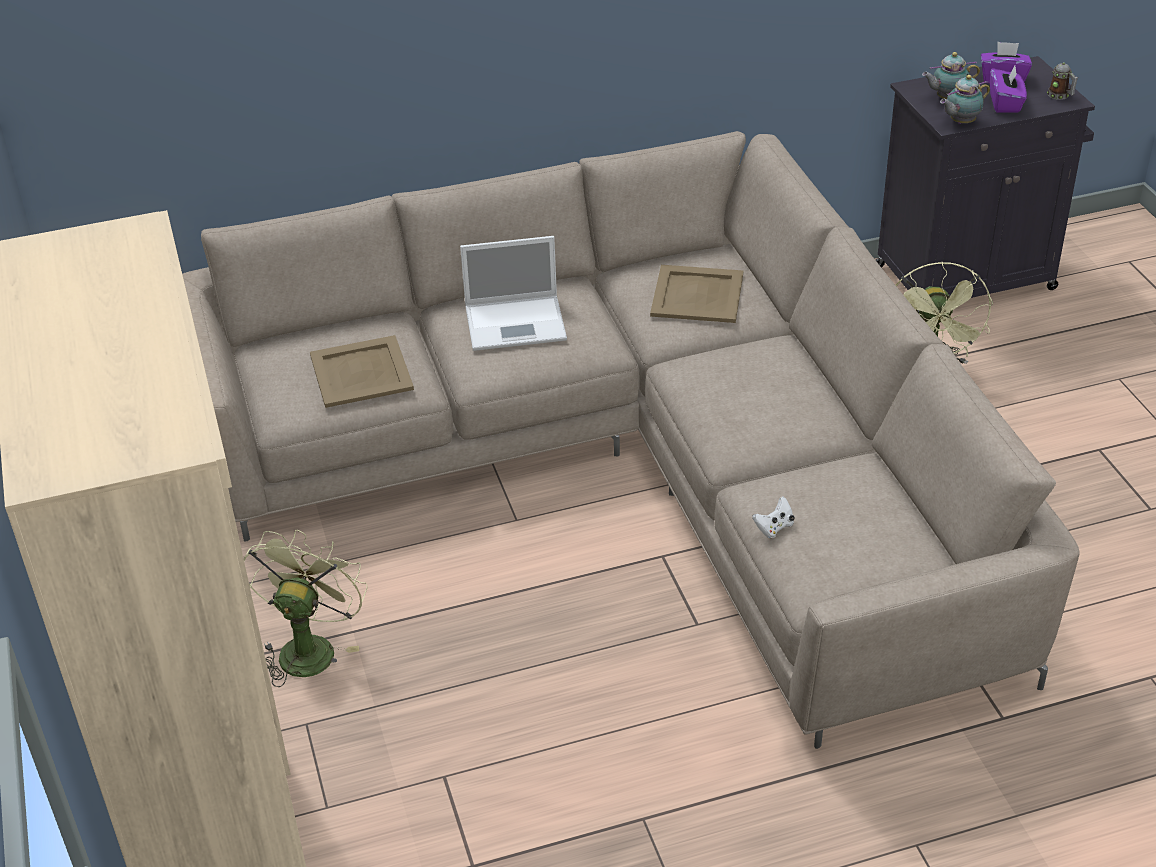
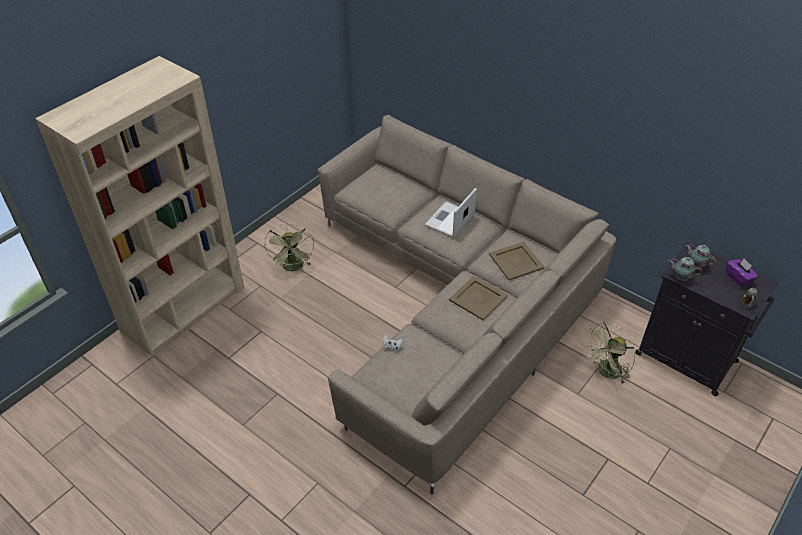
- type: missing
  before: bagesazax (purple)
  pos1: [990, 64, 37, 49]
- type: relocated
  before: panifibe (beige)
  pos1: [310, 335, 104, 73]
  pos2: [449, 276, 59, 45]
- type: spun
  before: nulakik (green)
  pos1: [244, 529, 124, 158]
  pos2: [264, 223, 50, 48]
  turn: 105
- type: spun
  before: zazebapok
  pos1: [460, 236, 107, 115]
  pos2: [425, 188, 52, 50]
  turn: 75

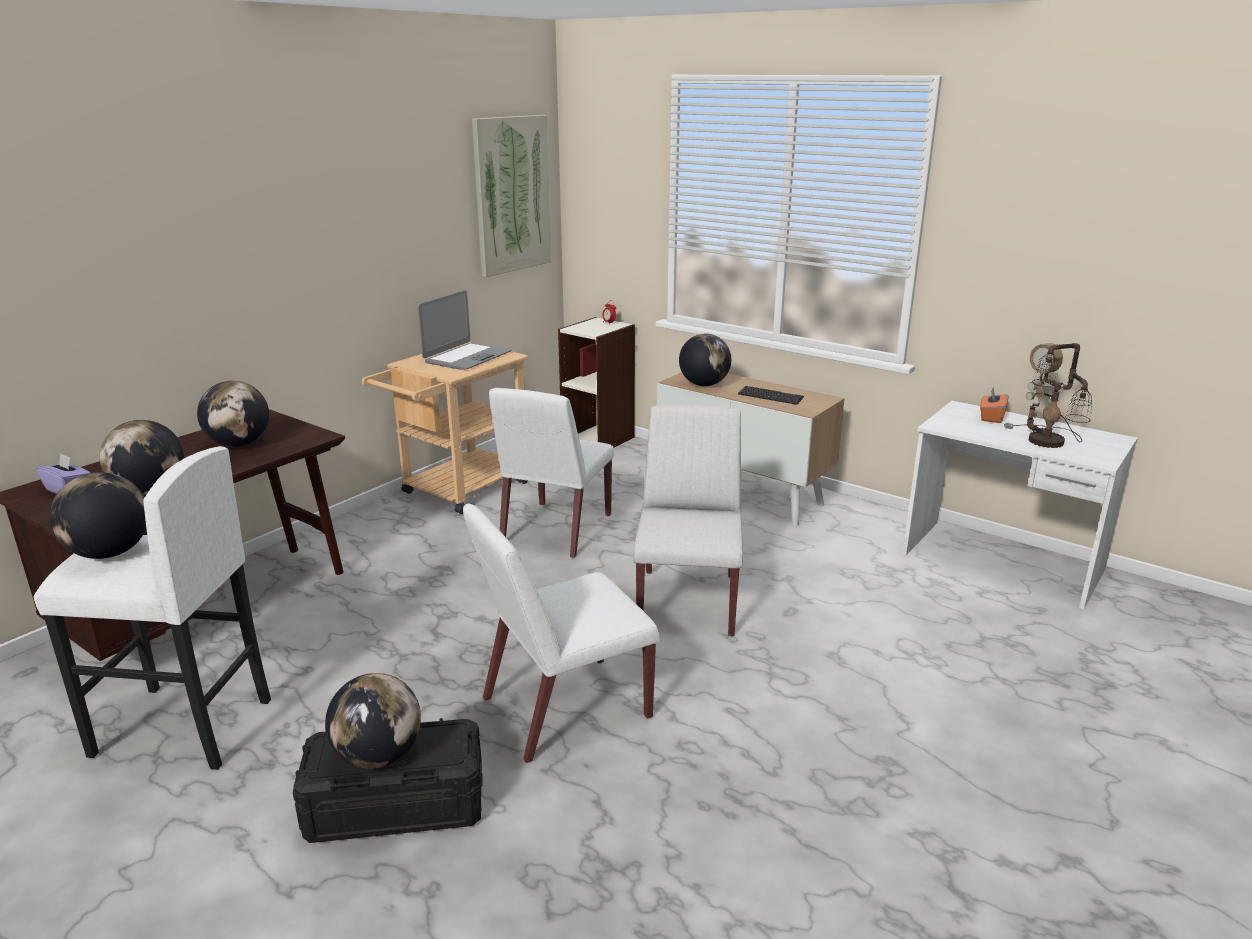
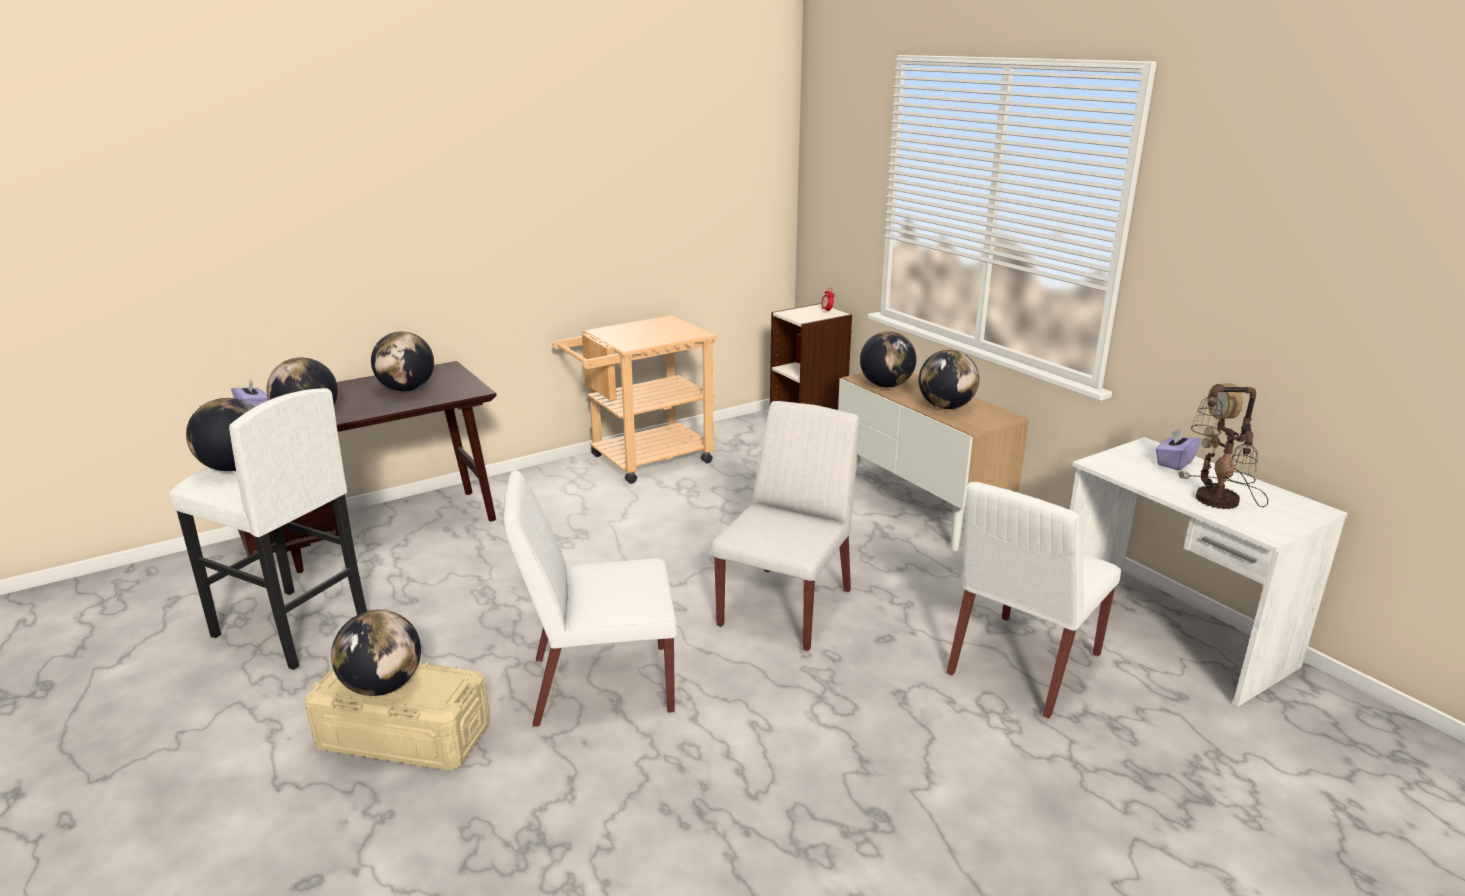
- type: missing
  before: zazebapok
  pos1: [418, 290, 93, 80]
- type: missing
  before: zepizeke
  pos1: [472, 115, 79, 162]
- type: relocated
  before: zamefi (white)
  pos1: [489, 388, 125, 170]
  pos2: [946, 482, 175, 236]
- type: exchanged
  before: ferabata
  after: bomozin
  pos1: [738, 386, 66, 19]
  pos2: [919, 350, 60, 59]
- type: colour
  before: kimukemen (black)
  after: kimukemen (beige)
  pos1: [293, 718, 189, 125]
  pos2: [305, 662, 185, 108]
- type: colour
  before: bagesazax (orange)
  after: bagesazax (purple)
  pos1: [980, 387, 29, 36]
  pos2: [1156, 427, 45, 44]

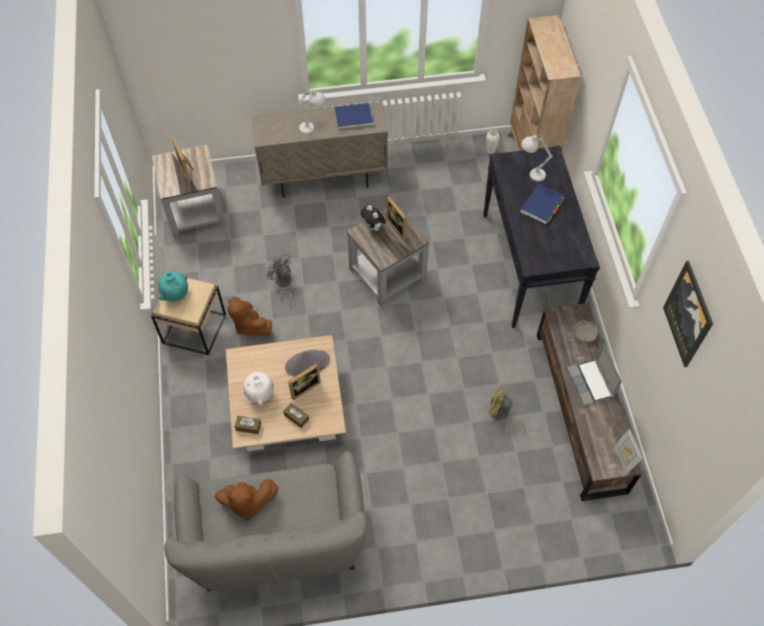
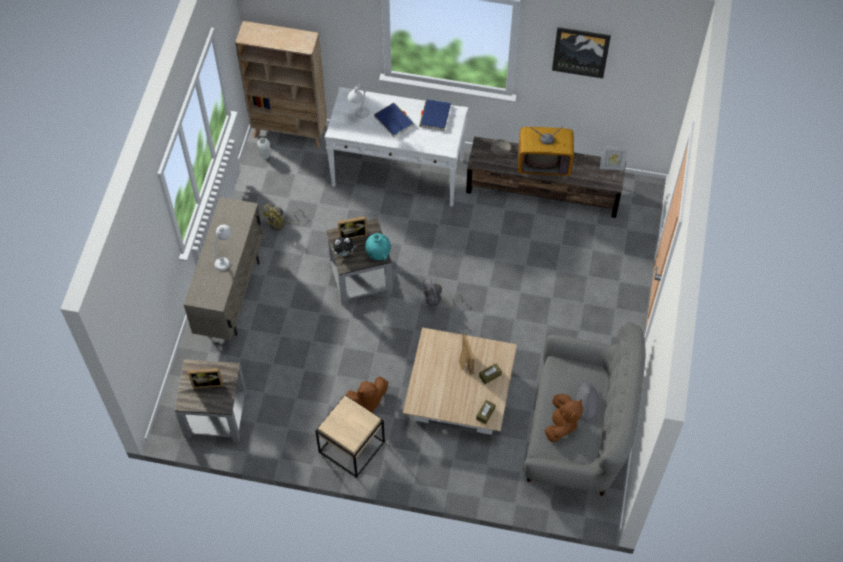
- type: missing
  before: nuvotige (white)
  pos1: [243, 372, 31, 33]
- type: relocated
  before: nuvotige (turquoise)
  pos1: [158, 271, 30, 31]
  pos2: [365, 233, 26, 28]
- type: relocated
  before: nulakik (grey)
  pos1: [266, 253, 26, 53]
  pos2: [420, 278, 43, 30]
- type: relocated
  before: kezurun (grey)
  pos1: [285, 350, 45, 27]
  pos2: [574, 382, 26, 39]
- type: relocated
  before: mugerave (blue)
  pos1: [334, 103, 39, 26]
  pos2: [419, 99, 32, 32]
- type: relocated
  before: nulakik (yellow)
  pos1: [488, 385, 38, 50]
  pos2: [262, 204, 42, 26]
- type: exchanged
  before: zazebapok
  after: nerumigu
  pos1: [567, 343, 55, 62]
  pos2: [518, 126, 56, 50]
- type: colour
  before: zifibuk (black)
  after: zifibuk (white)
  pos1: [483, 146, 117, 182]
  pos2: [325, 87, 143, 120]

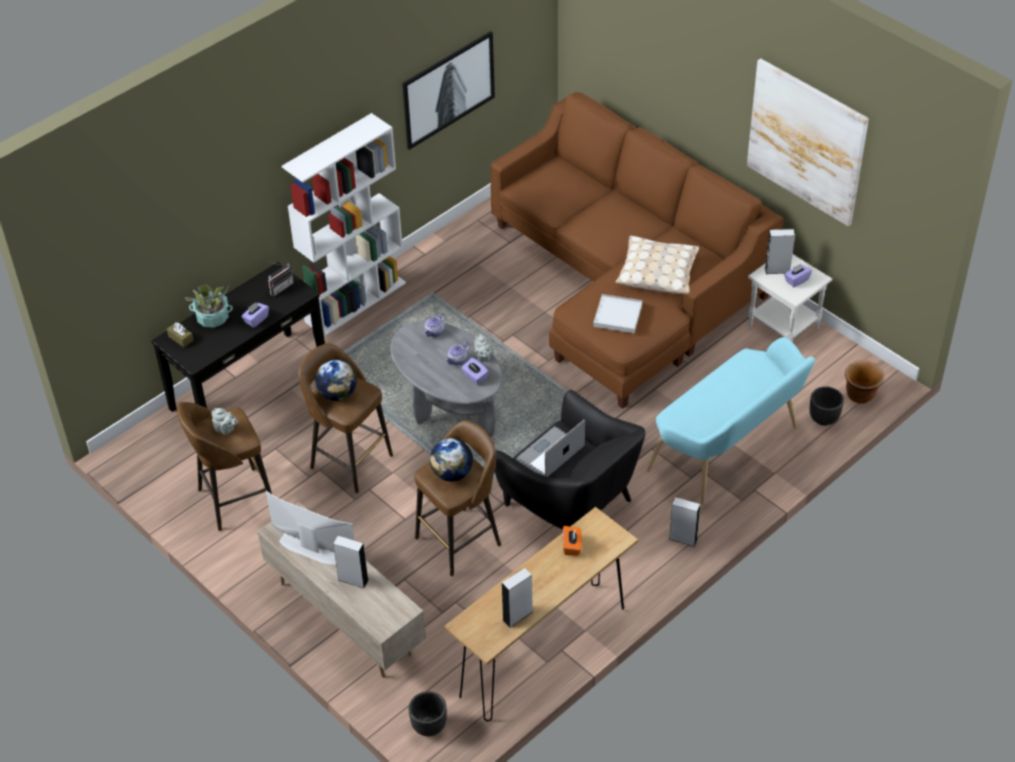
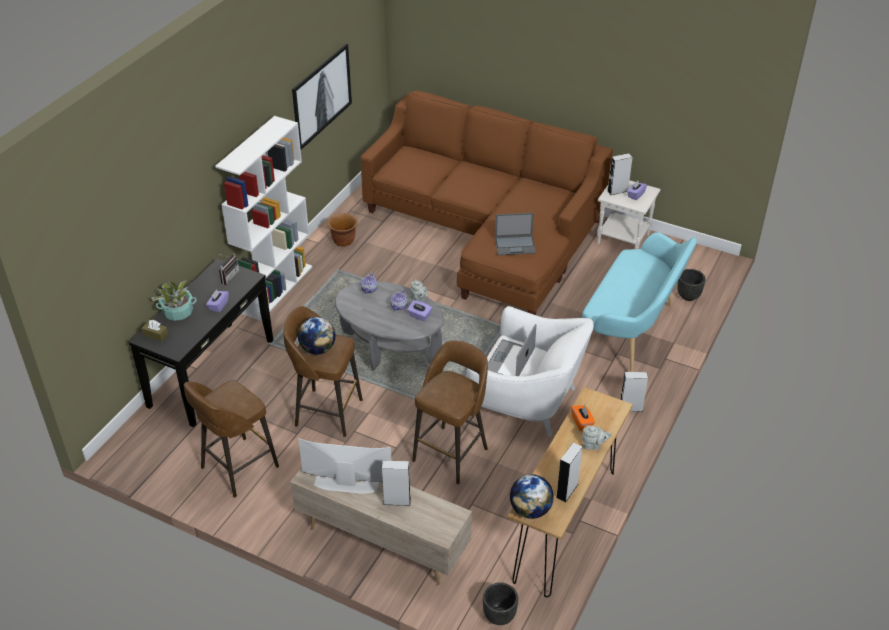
- type: missing
  before: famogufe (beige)
  pos1: [616, 236, 83, 58]
- type: missing
  before: zepizeke
  pos1: [747, 59, 122, 167]
- type: relocated
  before: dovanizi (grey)
  pos1: [212, 408, 26, 27]
  pos2: [582, 425, 30, 25]
- type: relocated
  before: bomozin
  pos1: [430, 438, 43, 44]
  pos2: [510, 474, 44, 45]
- type: relocated
  before: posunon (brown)
  pos1: [845, 360, 40, 44]
  pos2: [327, 213, 31, 34]
- type: exchanged
  before: panifibe (white)
  after: zazebapok
  pos1: [593, 294, 49, 39]
  pos2: [495, 213, 41, 42]
- type: colour
  before: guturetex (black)
  after: guturetex (white)
  pos1: [495, 390, 150, 139]
  pos2: [466, 306, 128, 131]

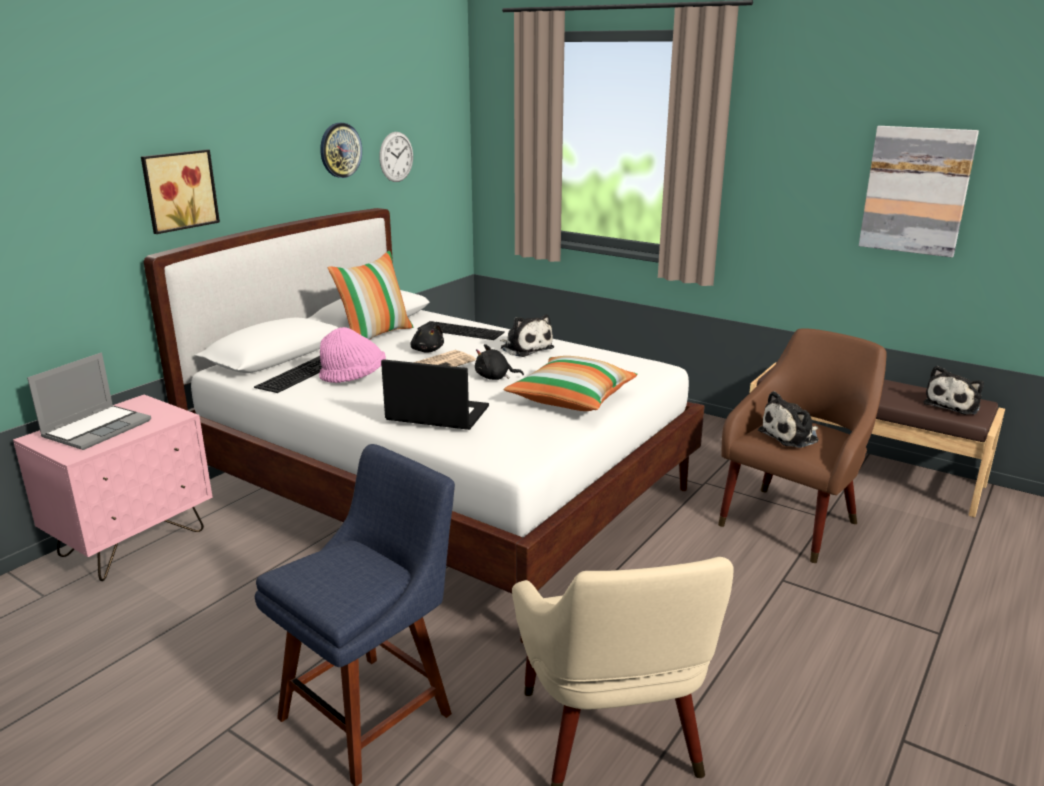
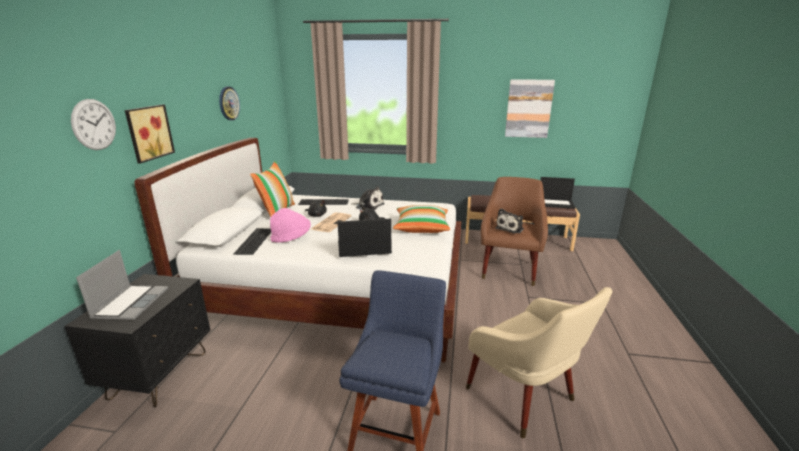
- type: relocated
  before: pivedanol
  pos1: [379, 132, 34, 50]
  pos2: [71, 99, 45, 51]
- type: exchanged
  before: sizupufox
  after: zazebapok
  pos1: [923, 366, 61, 49]
  pos2: [540, 177, 36, 32]
- type: colour
  before: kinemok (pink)
  after: kinemok (black)
  pos1: [13, 395, 200, 186]
  pos2: [65, 274, 146, 133]

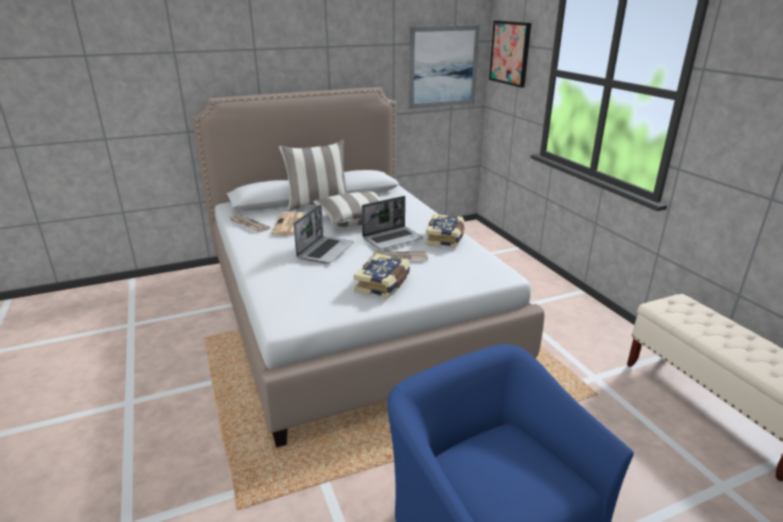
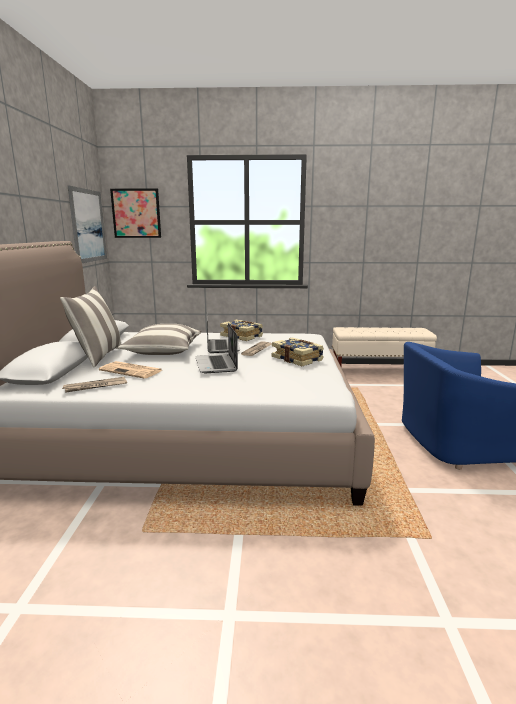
- type: spun
  before: zazebapok
  pos1: [294, 205, 60, 59]
  pos2: [195, 323, 43, 50]
  turn: -150

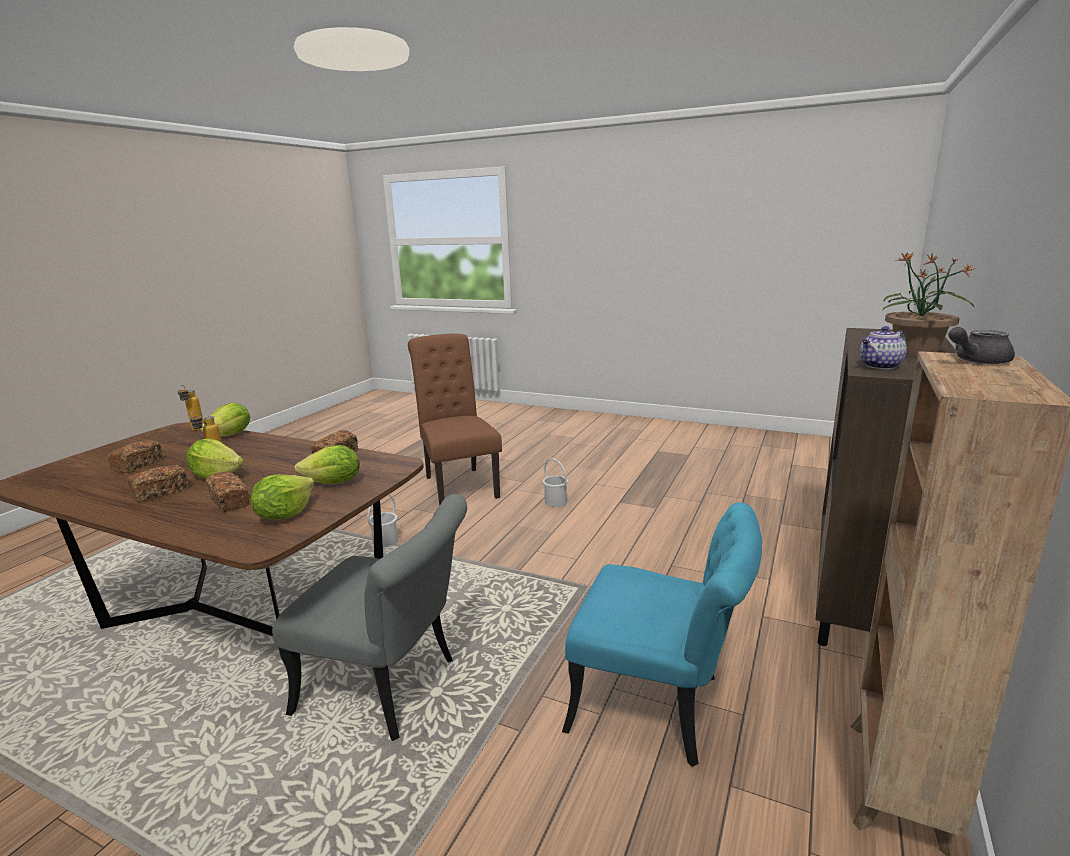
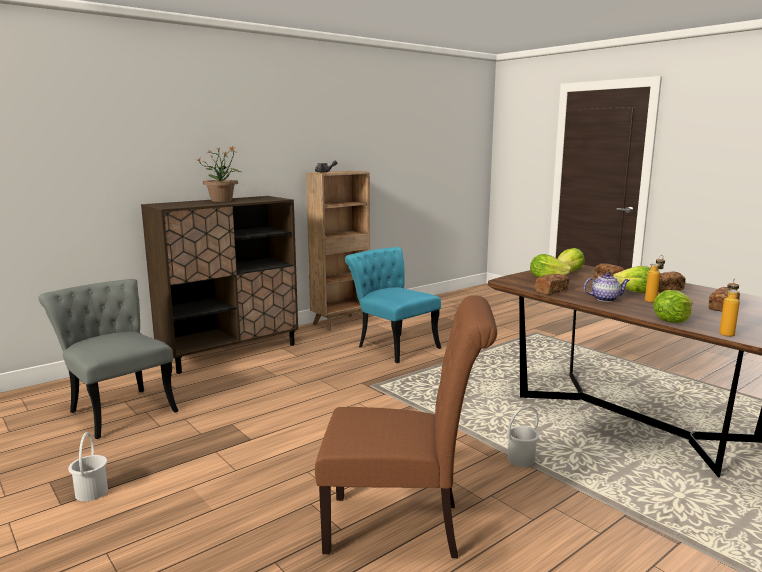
- type: relocated
  before: zamefi (grey)
  pos1: [272, 494, 195, 247]
  pos2: [38, 279, 141, 160]
- type: relocated
  before: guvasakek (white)
  pos1: [542, 458, 26, 49]
  pos2: [68, 432, 40, 69]
- type: relocated
  before: dovanizi
  pos1: [860, 326, 47, 43]
  pos2: [584, 273, 45, 29]
- type: spun
  before: zamefi (brown)
  pos1: [408, 333, 94, 173]
  pos2: [315, 295, 182, 263]
  turn: -90

